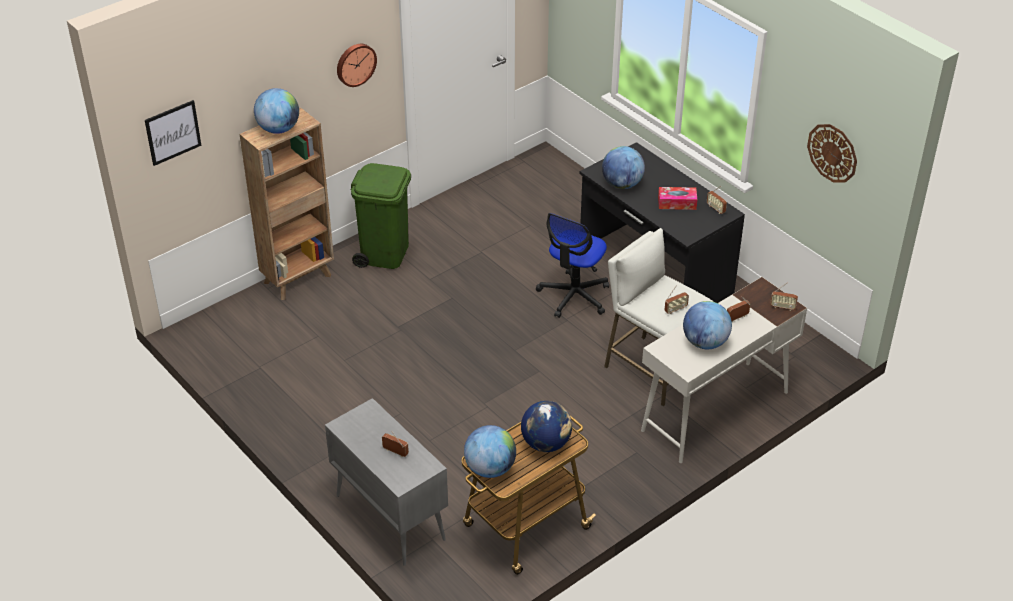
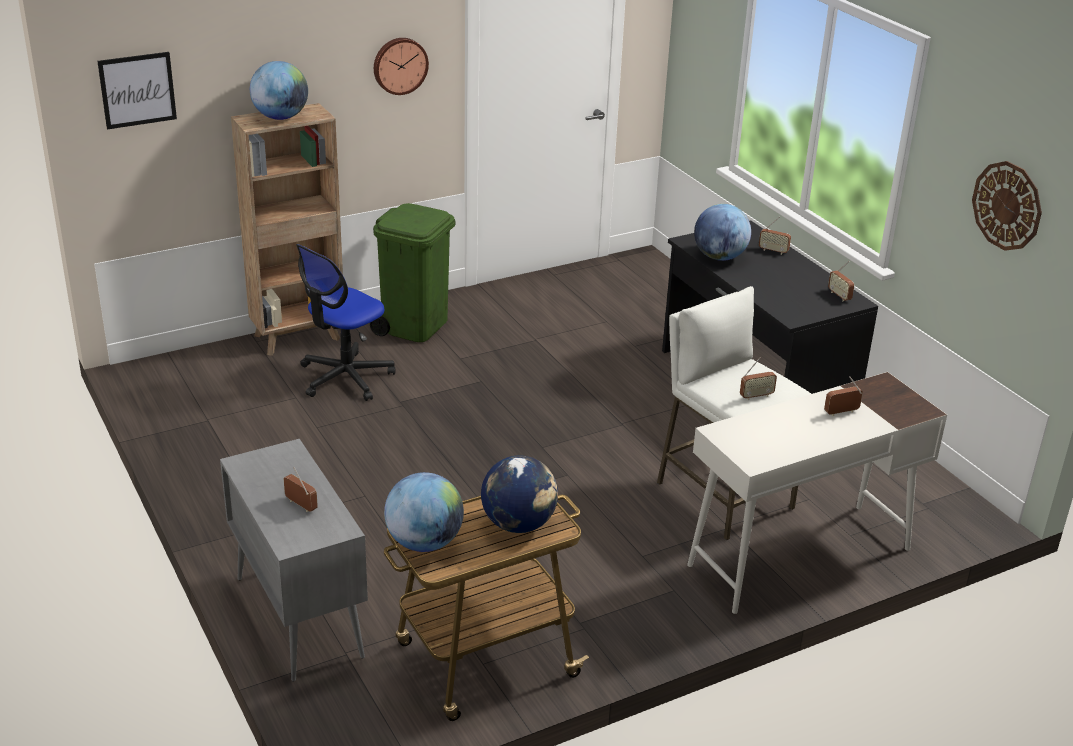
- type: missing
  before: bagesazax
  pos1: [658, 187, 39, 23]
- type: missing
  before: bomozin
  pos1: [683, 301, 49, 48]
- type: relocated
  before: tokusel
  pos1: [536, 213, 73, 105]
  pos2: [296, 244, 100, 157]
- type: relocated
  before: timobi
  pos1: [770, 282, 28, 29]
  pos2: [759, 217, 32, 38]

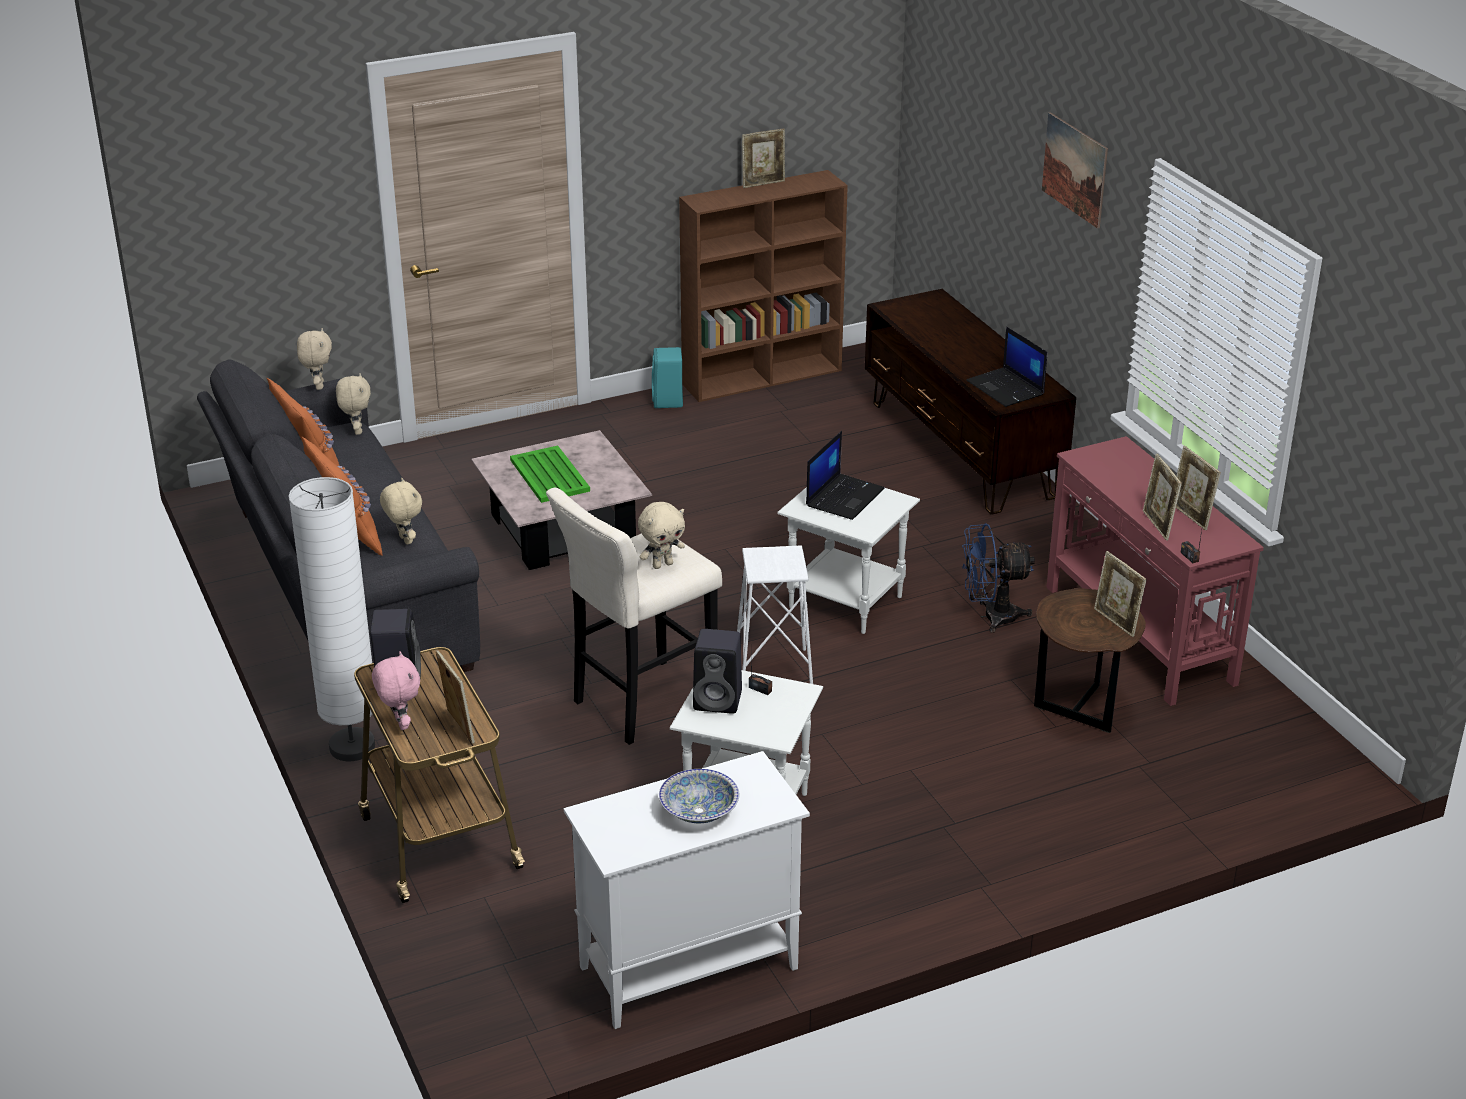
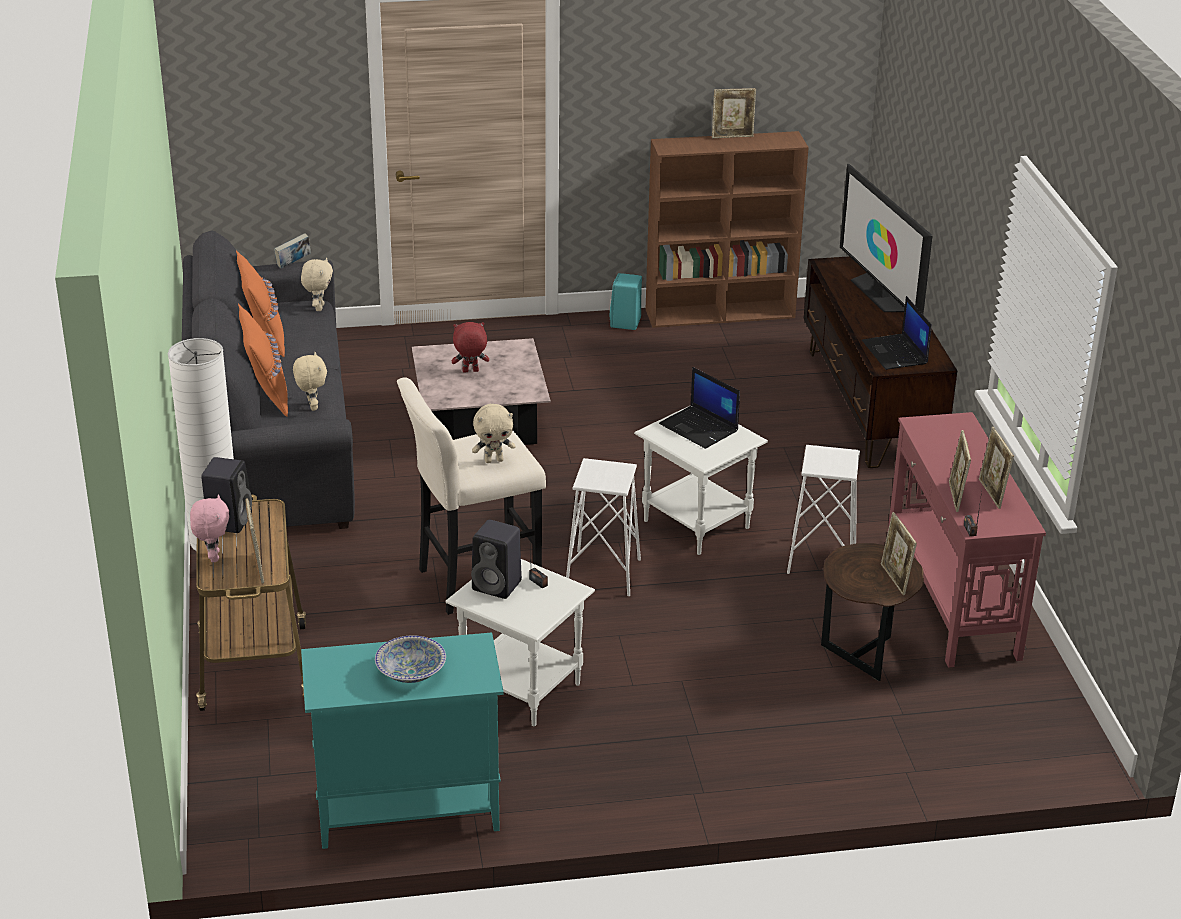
- type: missing
  before: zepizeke
  pos1: [1042, 112, 66, 117]
- type: appeared
  after: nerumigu
  pos2: [840, 164, 93, 150]
- type: exchanged
  before: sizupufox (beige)
  after: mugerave
  pos1: [297, 328, 35, 62]
  pos2: [274, 233, 37, 35]
- type: exchanged
  before: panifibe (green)
  after: sizupufox (red)
  pos1: [510, 445, 80, 58]
  pos2: [452, 322, 37, 51]
- type: exchanged
  before: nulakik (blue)
  after: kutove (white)
  pos1: [962, 523, 73, 110]
  pos2: [787, 445, 73, 129]
- type: colour
  before: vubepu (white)
  after: vubepu (turquoise)
  pos1: [564, 751, 246, 278]
  pos2: [301, 632, 203, 217]
- type: spun
  before: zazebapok
  pos1: [806, 431, 78, 89]
  pos2: [659, 367, 81, 82]
  turn: 90

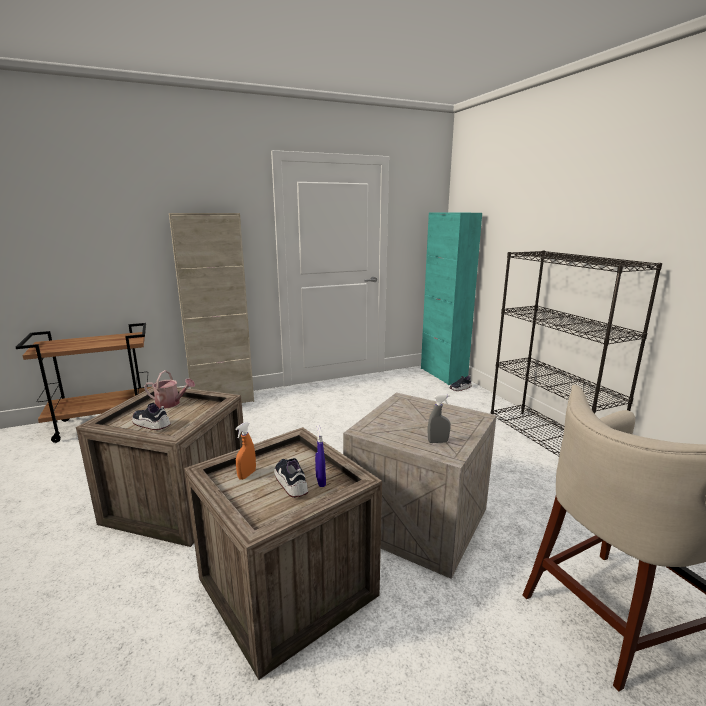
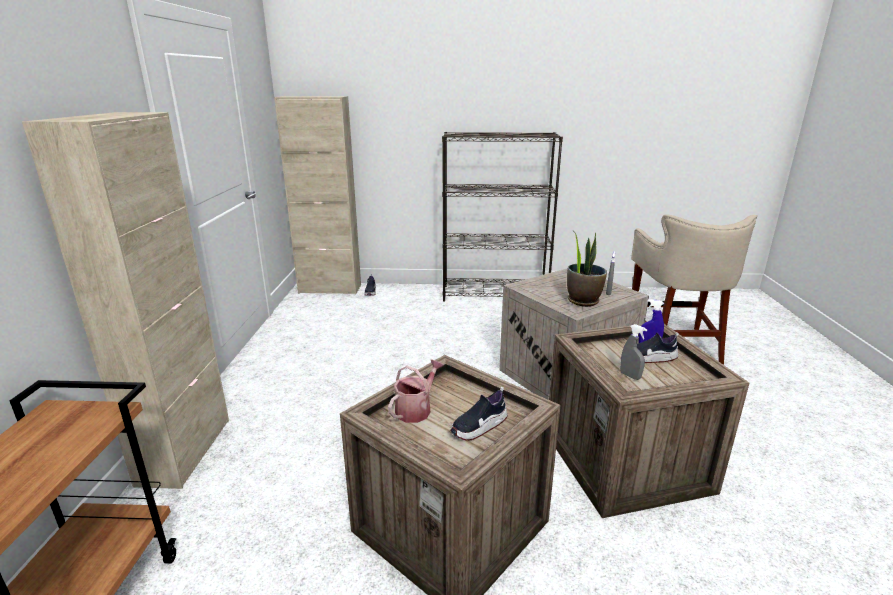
- type: appeared
  after: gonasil
  pos2: [567, 233, 40, 74]
- type: colour
  before: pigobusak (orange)
  after: pigobusak (grey)
  pos1: [235, 422, 21, 58]
  pos2: [620, 324, 27, 56]
- type: colour
  before: vubepu (turquoise)
  after: vubepu (beige)
  pos1: [421, 212, 61, 173]
  pos2: [274, 96, 87, 199]

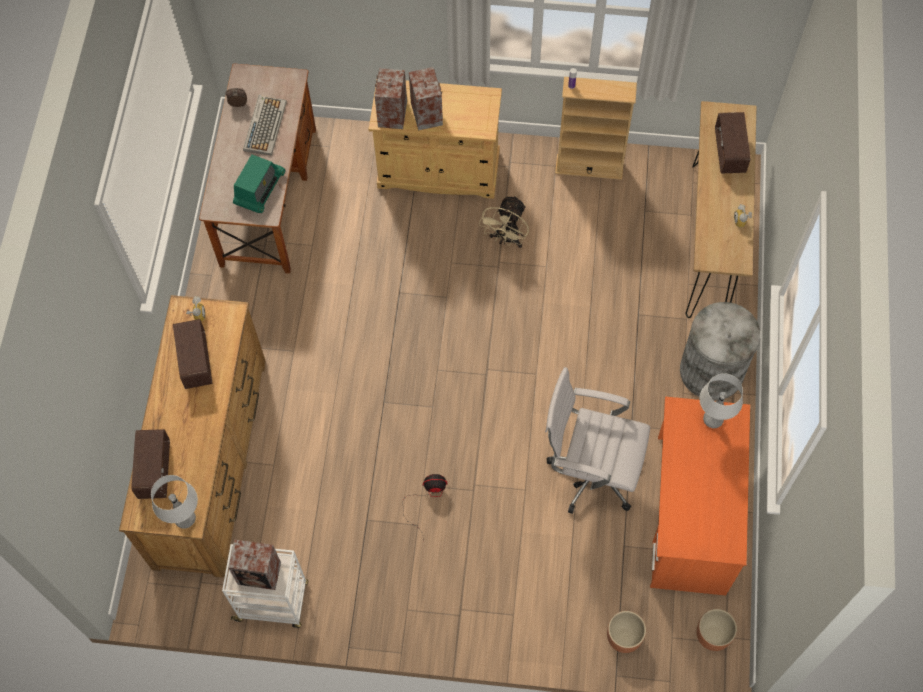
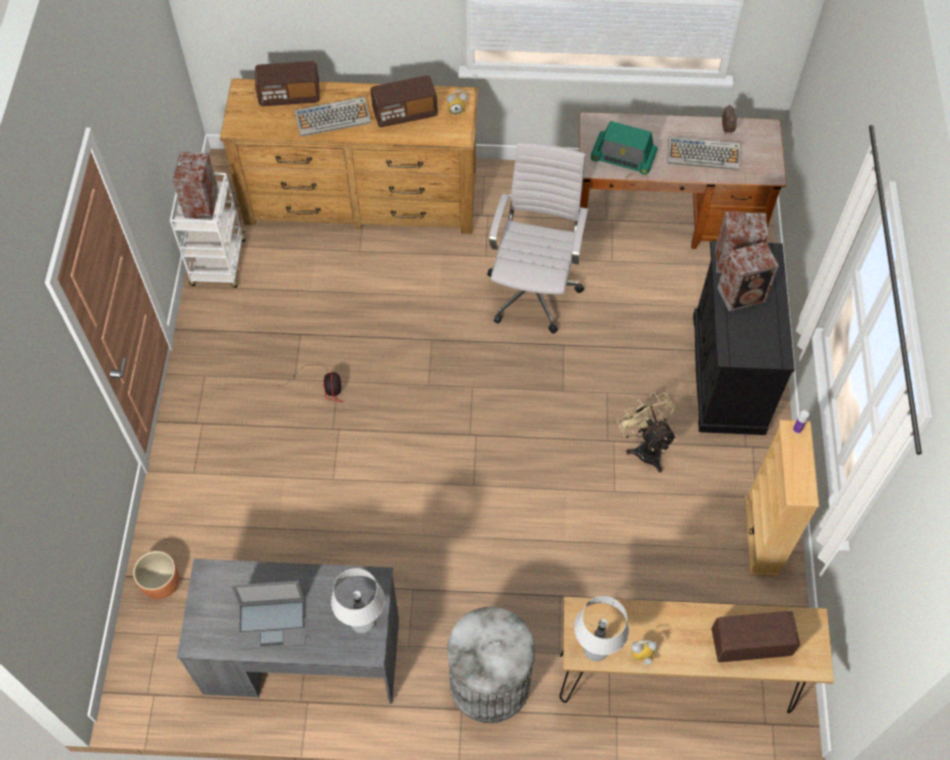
- type: missing
  before: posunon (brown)
  pos1: [697, 609, 40, 42]
- type: appeared
  after: zazebapok
  pos2: [232, 581, 73, 69]
- type: appeared
  after: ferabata
  pos2: [294, 97, 77, 40]
- type: relocated
  before: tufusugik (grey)
  pos1: [151, 475, 47, 54]
  pos2: [574, 596, 55, 65]
- type: relocated
  before: tokusel (white)
  pos1: [545, 367, 105, 147]
  pos2: [487, 142, 102, 191]
- type: colour
  before: vubepu (beige)
  after: vubepu (black)
  pos1: [369, 80, 133, 119]
  pos2: [693, 241, 102, 194]
- type: colour
  before: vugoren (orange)
  after: vugoren (grey)
  pos1: [650, 397, 100, 198]
  pos2: [177, 559, 222, 145]
- type: spun
  before: nulakik (beige)
  pos1: [479, 195, 50, 53]
  pos2: [617, 392, 59, 81]
  turn: 45

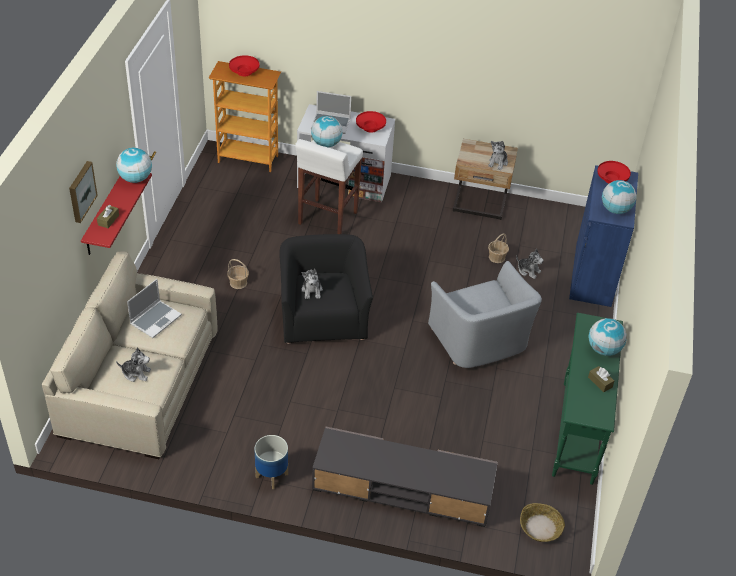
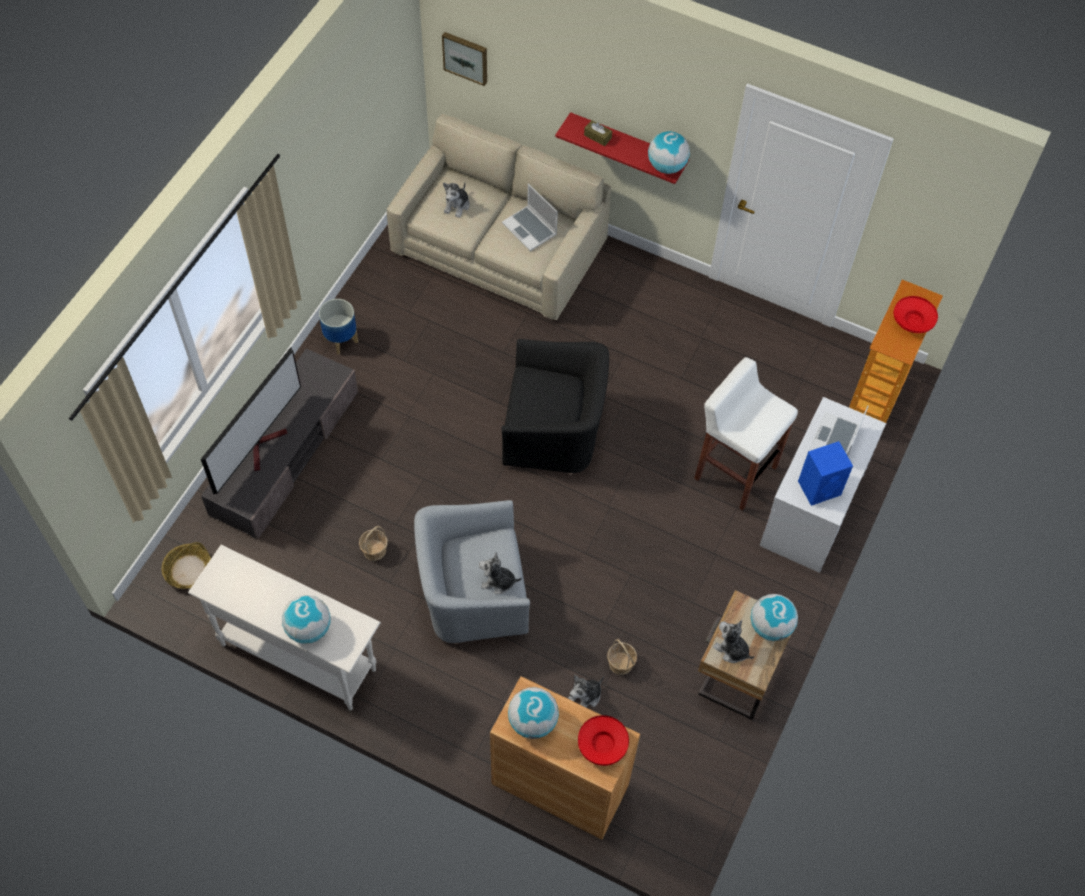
- type: missing
  before: bagesazax (brown)
  pos1: [588, 366, 26, 26]
- type: appeared
  after: nerumigu
  pos2: [201, 347, 100, 147]
- type: relocated
  before: zepizeke
  pos1: [69, 161, 29, 62]
  pos2: [442, 32, 45, 54]
- type: relocated
  before: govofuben
  pos1: [227, 259, 22, 30]
  pos2: [359, 526, 29, 35]
- type: relocated
  before: sizupufox
  pos1: [301, 269, 22, 30]
  pos2: [479, 552, 43, 42]
- type: relocated
  before: bomozin
  pos1: [311, 116, 31, 31]
  pos2: [750, 594, 48, 47]
- type: exchanged
  before: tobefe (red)
  after: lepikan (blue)
  pos1: [356, 111, 30, 22]
  pos2: [798, 441, 55, 65]
- type: colour
  before: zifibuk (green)
  after: zifibuk (white)
  pos1: [552, 313, 71, 172]
  pos2: [188, 545, 193, 166]
- type: colour
  before: vubepu (blue)
  after: vubepu (brown)
  pos1: [569, 165, 69, 142]
  pos2: [490, 676, 150, 163]

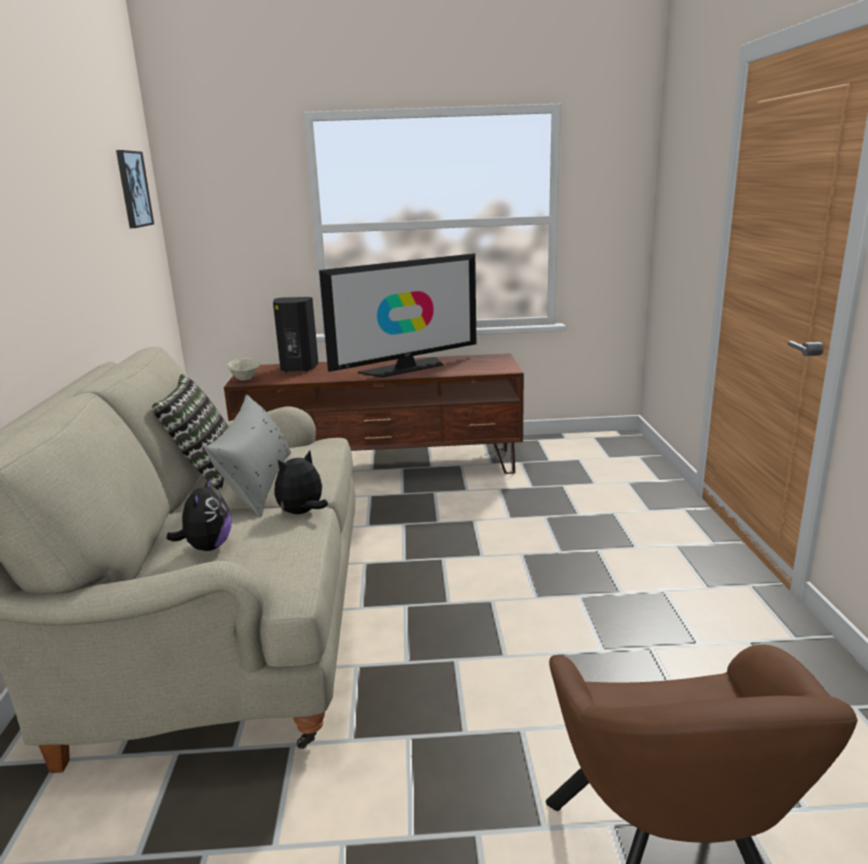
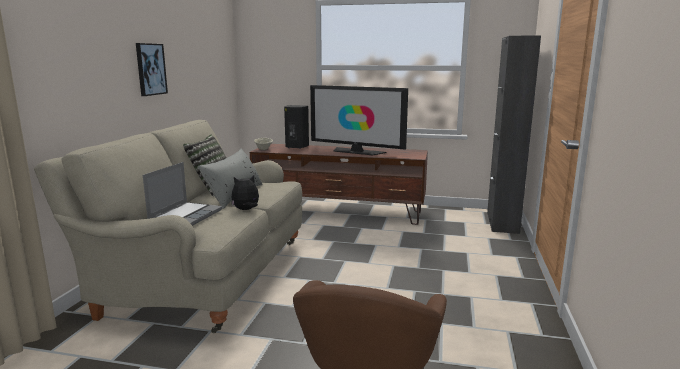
- type: appeared
  after: vubepu (black)
  pos2: [487, 35, 54, 199]
- type: relocated
  before: zepizeke
  pos1: [116, 150, 38, 78]
  pos2: [136, 43, 32, 53]
- type: exchanged
  before: sizupufox
  after: zazebapok
  pos1: [166, 476, 66, 75]
  pos2: [143, 162, 79, 64]
- type: spun
  before: nerumigu
  pos1: [319, 253, 157, 125]
  pos2: [310, 85, 98, 70]
  turn: 45

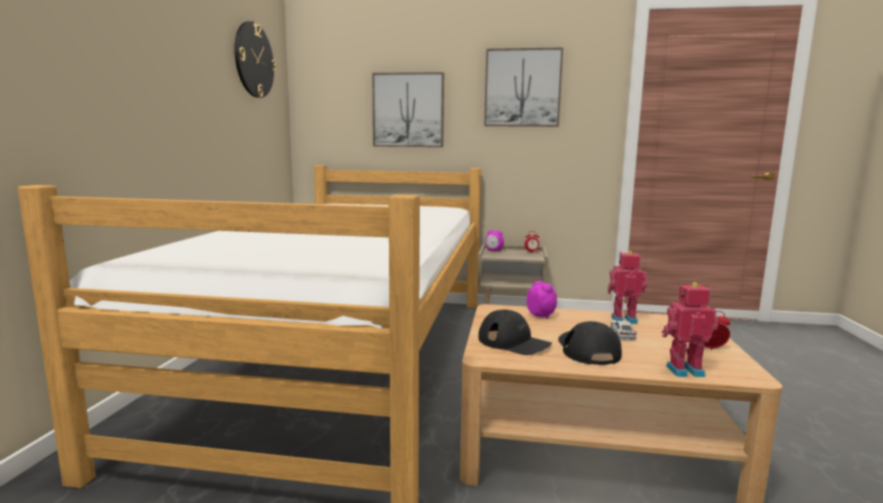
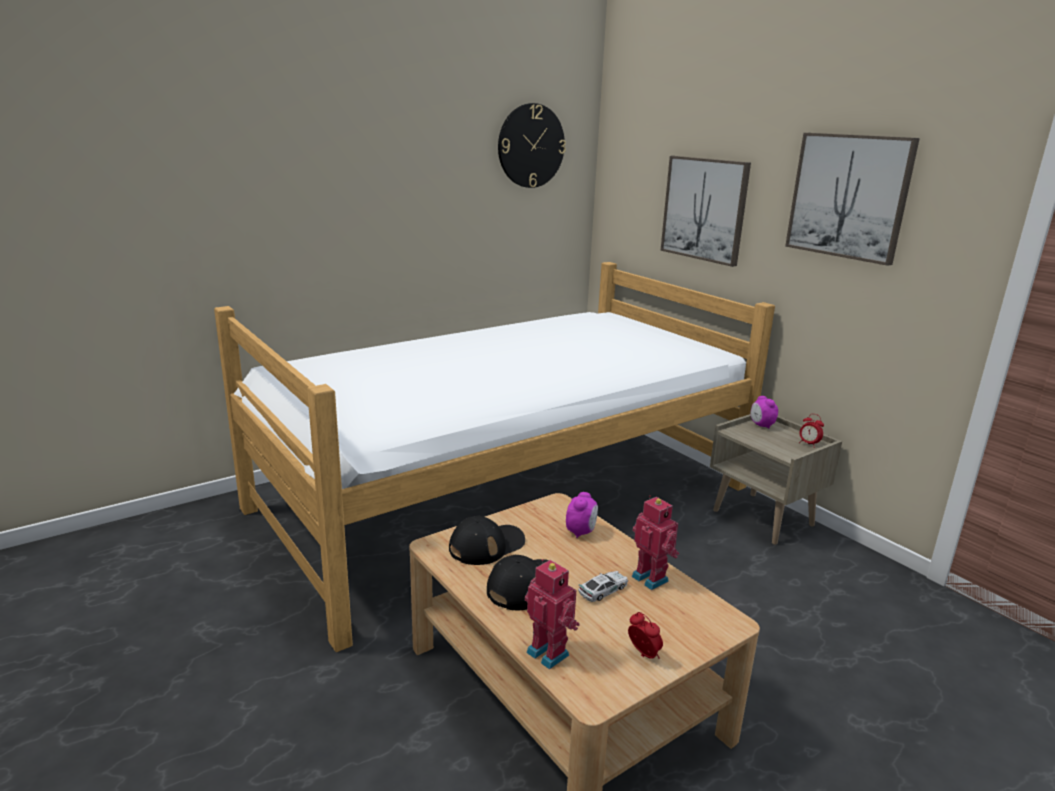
- type: spun
  before: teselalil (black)
  pos1: [478, 310, 74, 45]
  pos2: [449, 516, 76, 49]
  turn: -120

